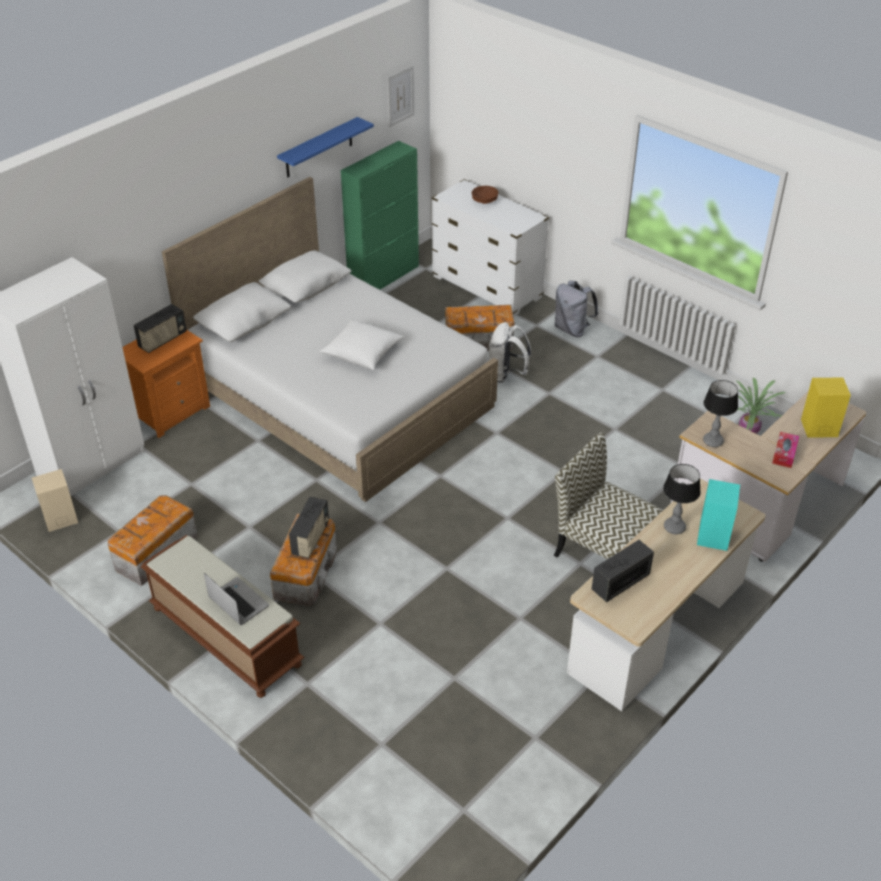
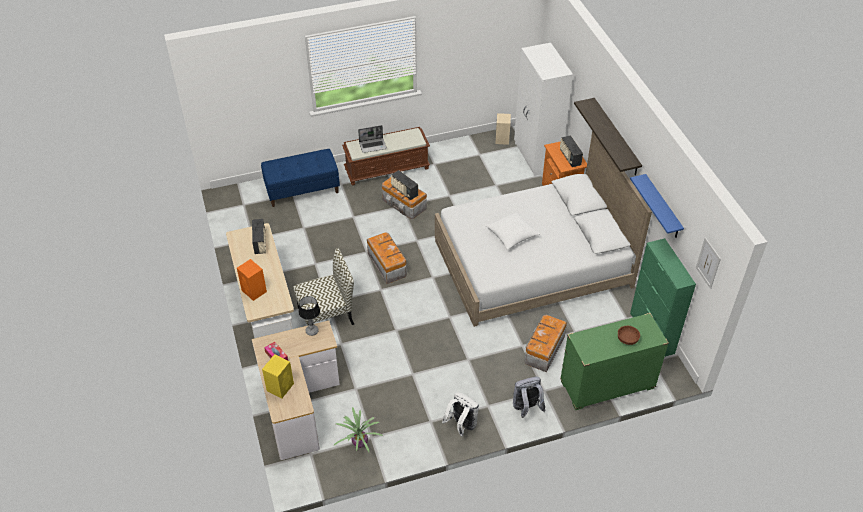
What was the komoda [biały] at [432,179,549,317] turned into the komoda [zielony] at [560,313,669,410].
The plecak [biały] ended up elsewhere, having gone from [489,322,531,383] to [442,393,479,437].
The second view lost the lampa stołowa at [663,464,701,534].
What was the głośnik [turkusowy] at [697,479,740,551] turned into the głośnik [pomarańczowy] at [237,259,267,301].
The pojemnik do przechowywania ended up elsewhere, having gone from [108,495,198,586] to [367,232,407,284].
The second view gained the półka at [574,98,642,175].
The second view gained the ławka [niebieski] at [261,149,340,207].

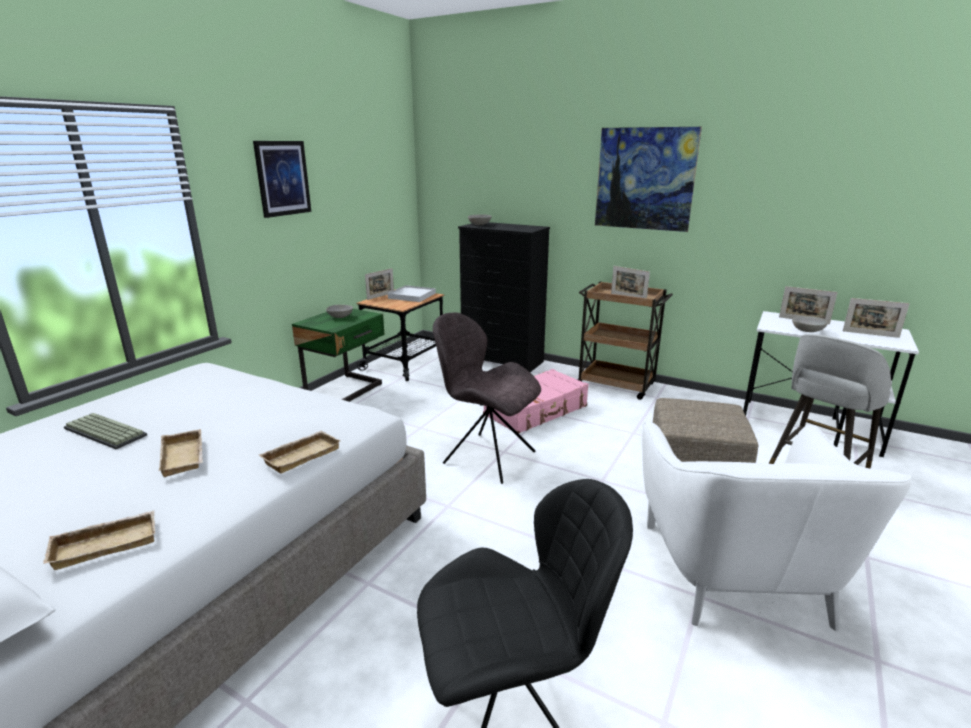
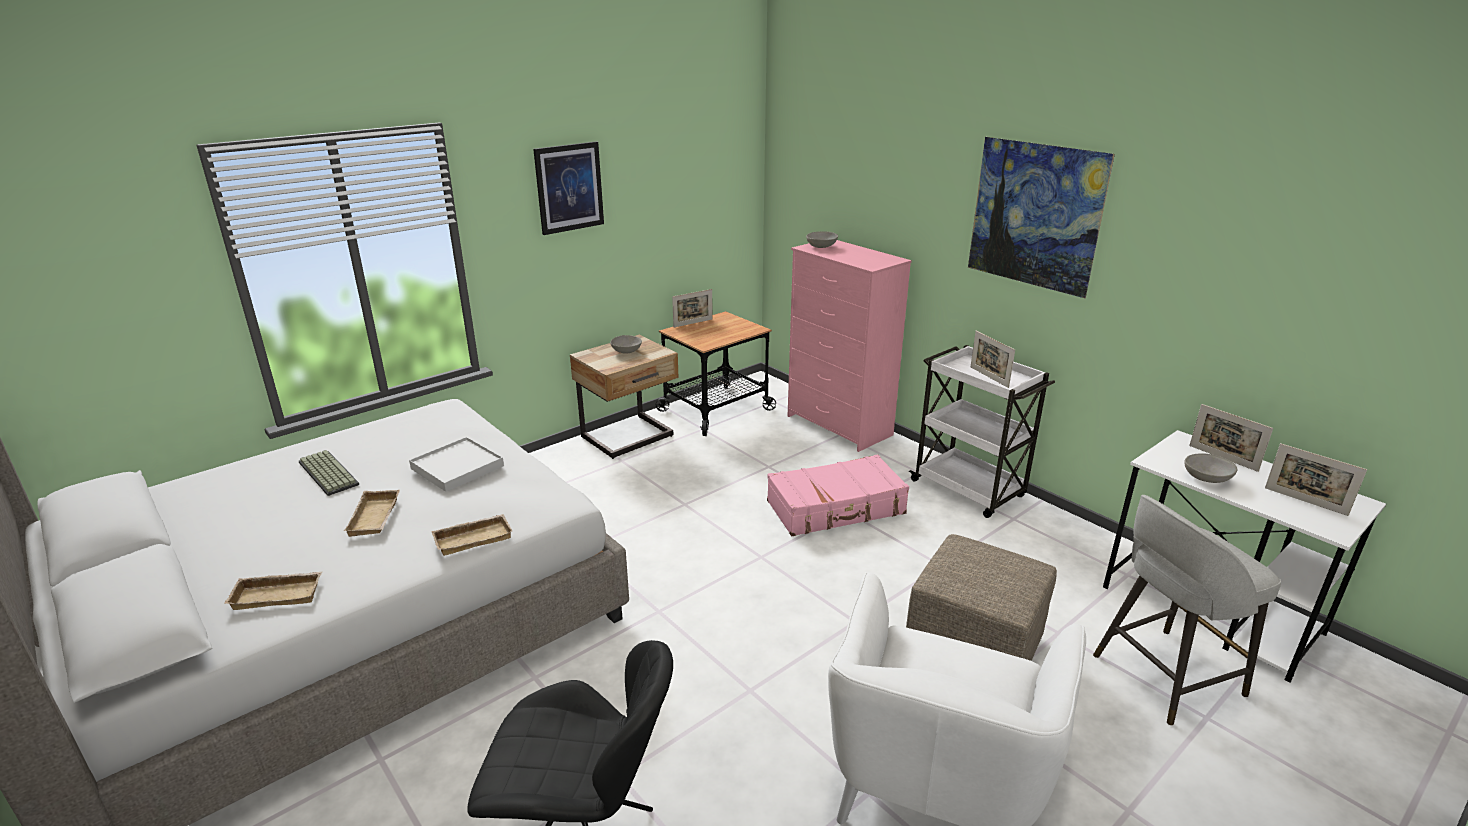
What was the komoda [czarny] at [458,222,550,372] turned into the komoda [różowy] at [788,240,912,452].
What was the wózek [brązowy] at [577,282,673,400] turned into the wózek [biały] at [909,345,1055,518].
The taca [biały] ended up elsewhere, having gone from [388,285,436,302] to [409,437,504,492].
What was the szafka nocna [zielony] at [292,309,384,402] turned into the szafka nocna [beżowy] at [570,335,678,459].
The second view lost the krzesło [szary] at [433,312,541,484].

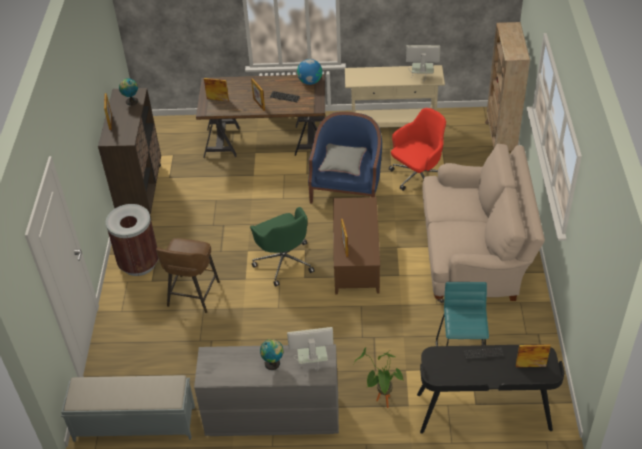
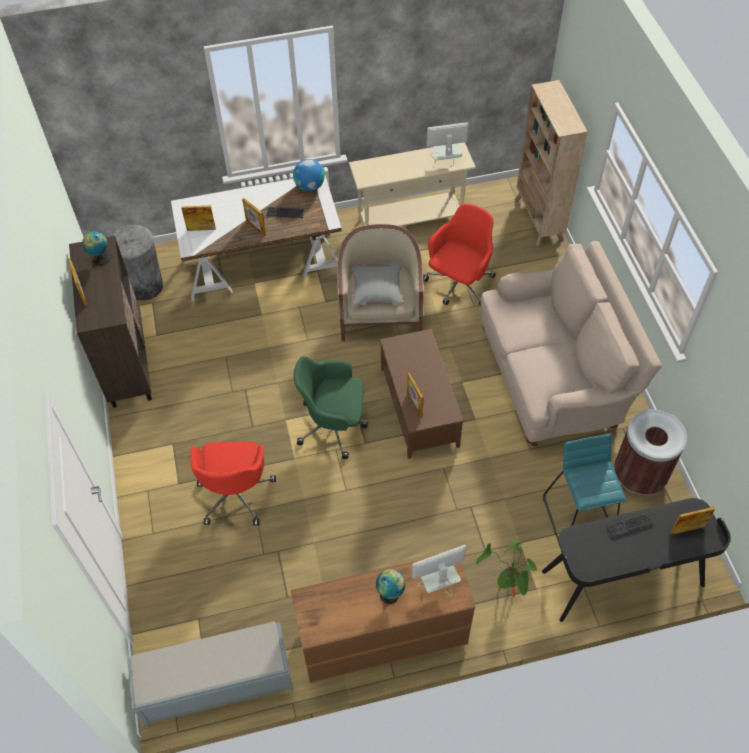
What was the biurko [brązowy] at [196,74,325,158] turned into the biurko [biały] at [171,176,342,301].
What was the fotel [niebieski] at [308,112,382,204] turned into the fotel [beżowy] at [337,224,424,341].
The kosz na śmieci [brązowy] ended up elsewhere, having gone from [106,204,158,276] to [614,409,687,495].
The krzesło biurowe [zielony] at [250,207,315,287] ended up facing another way, 135 degrees clockwise from before.
Where the stołek [brązowy] stood at [156,238,220,313], the krzesło biurowe [czerwony] came to stand at [190,441,276,526].
What was the komoda [szary] at [194,344,339,436] turned into the komoda [brązowy] at [291,558,475,683].
The second view gained the kosz na śmieci [szary] at [111,225,163,301].

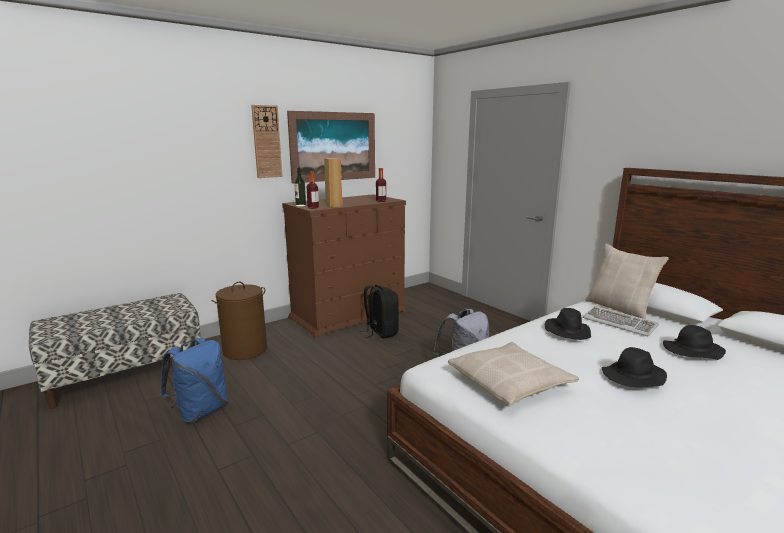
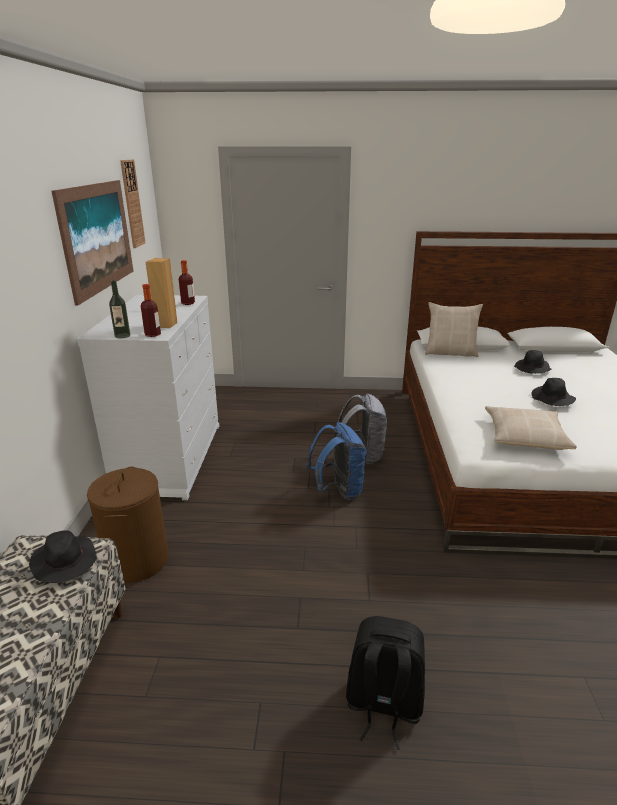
The zegar ścienny ended up elsewhere, having gone from [251,105,283,178] to [120,160,145,248].
What was the komoda [brązowy] at [282,194,406,338] turned into the komoda [biały] at [77,295,219,500].
The plecak [czarny] ended up elsewhere, having gone from [359,285,399,339] to [346,616,425,750].
The second view lost the klawiatura at [583,306,659,336].
The kapelusz [czarny] ended up elsewhere, having gone from [545,308,591,340] to [29,530,97,583].
The plecak [niebieski] ended up elsewhere, having gone from [160,338,228,424] to [307,422,367,500].

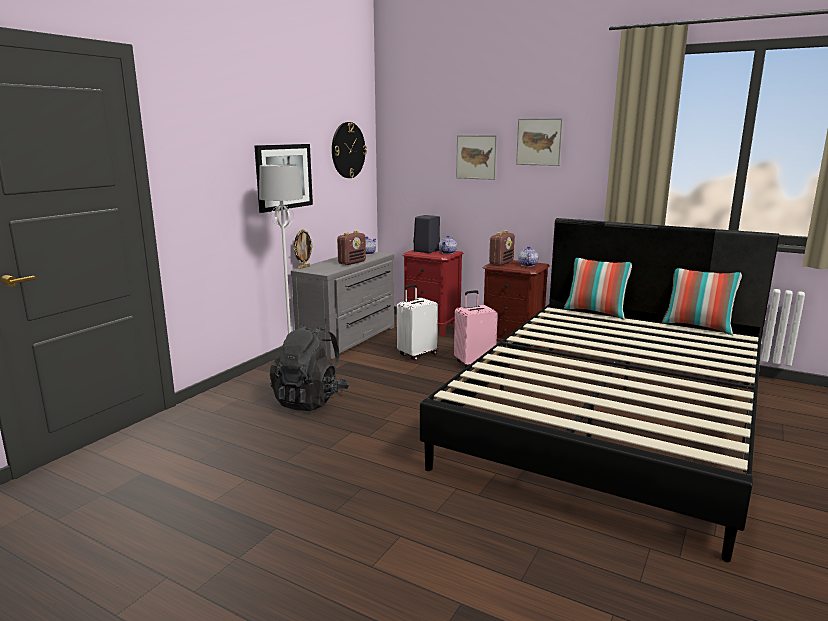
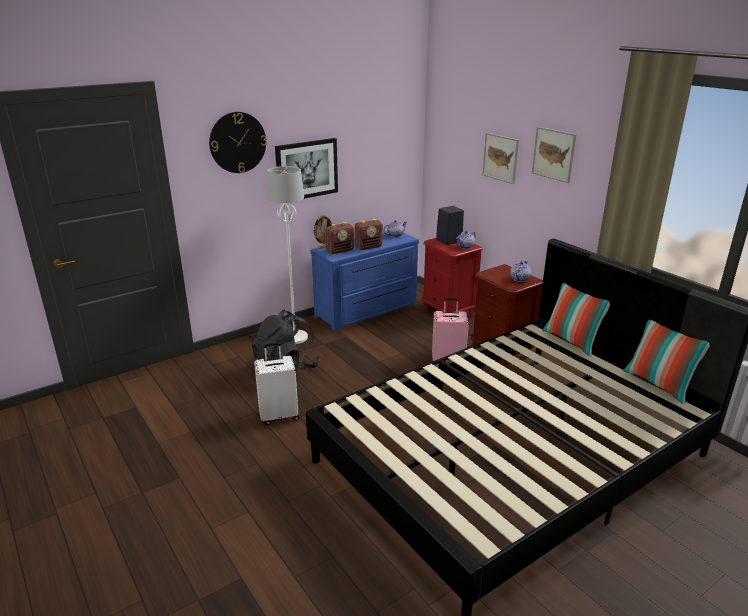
The zegar ścienny ended up elsewhere, having gone from [332,122,367,178] to [209,112,267,173].
The radio ended up elsewhere, having gone from [489,231,515,266] to [325,222,354,254].
What was the komoda [szary] at [291,252,394,359] turned into the komoda [niebieski] at [311,231,419,331].
The walizka [biały] ended up elsewhere, having gone from [397,284,438,360] to [254,342,299,425].

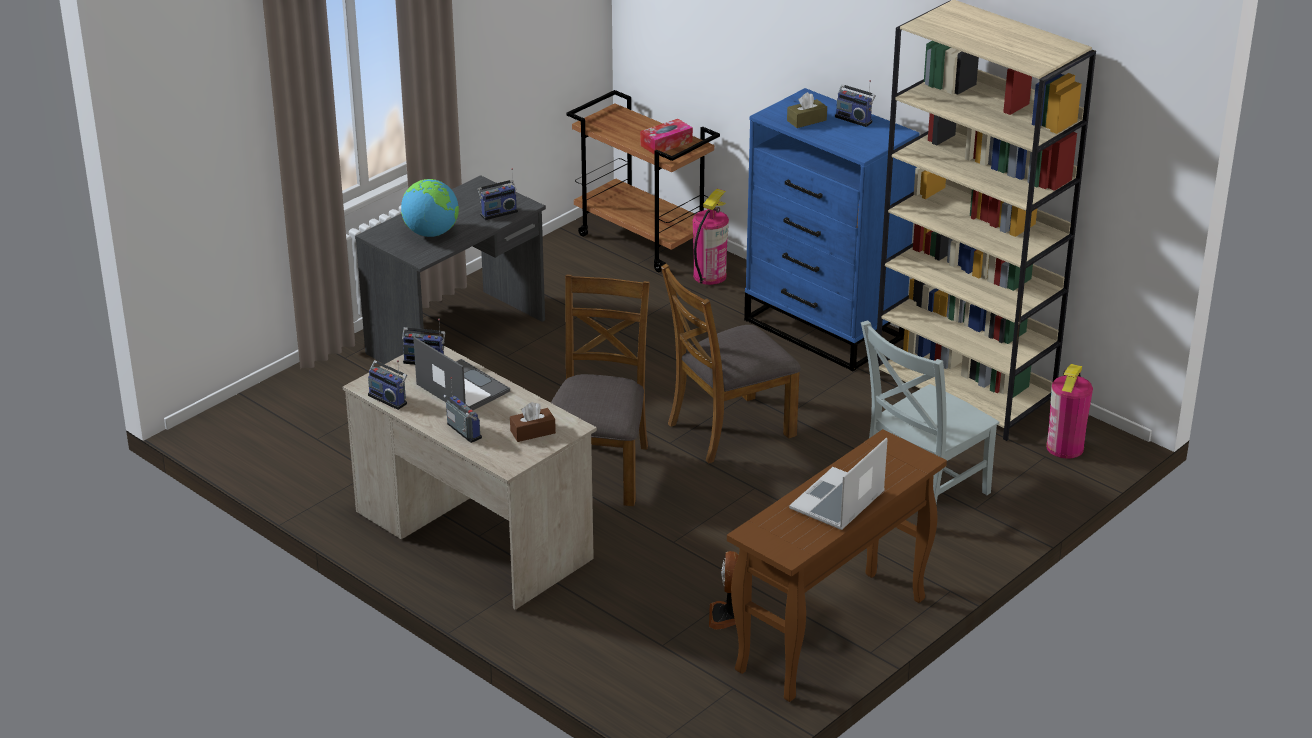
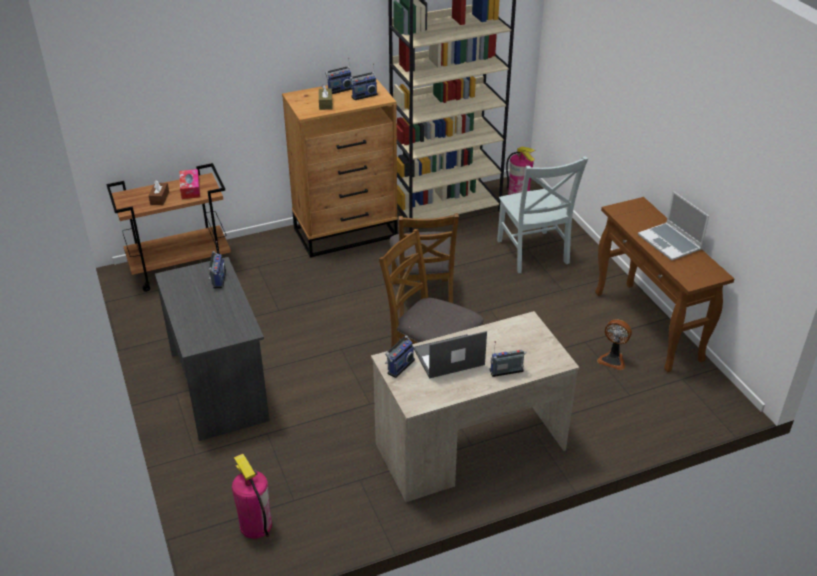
What was the komoda [niebieski] at [744,88,919,372] turned into the komoda [brązowy] at [282,79,398,258].
The second view lost the globus at [401,179,459,237].
The gaśnica ended up elsewhere, having gone from [693,189,729,285] to [232,454,272,539].
The radio ended up elsewhere, having gone from [368,360,407,410] to [350,63,378,100].
The pudełko chusteczek [brązowy] ended up elsewhere, having gone from [510,402,556,442] to [149,180,169,205].

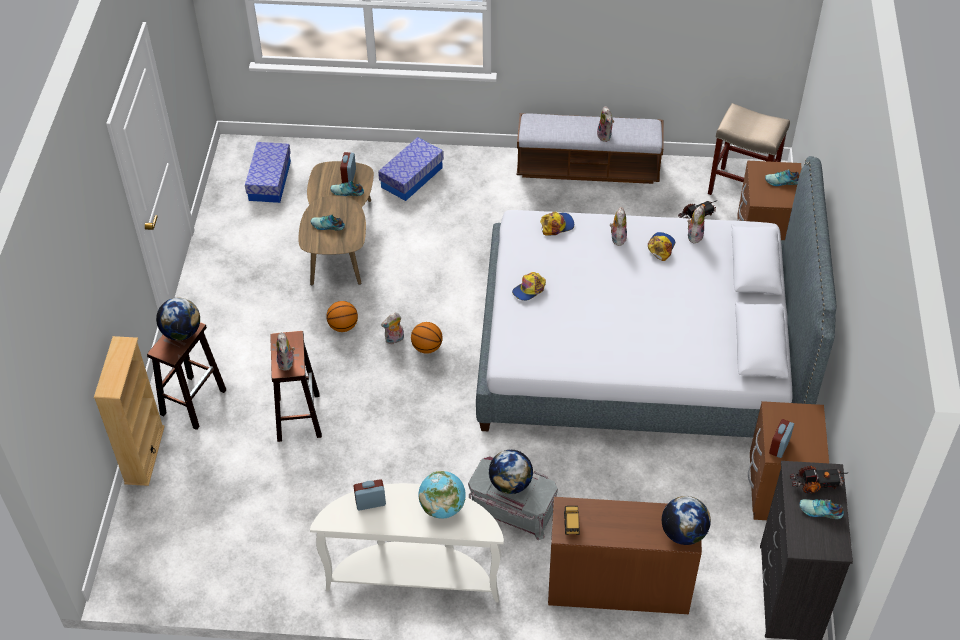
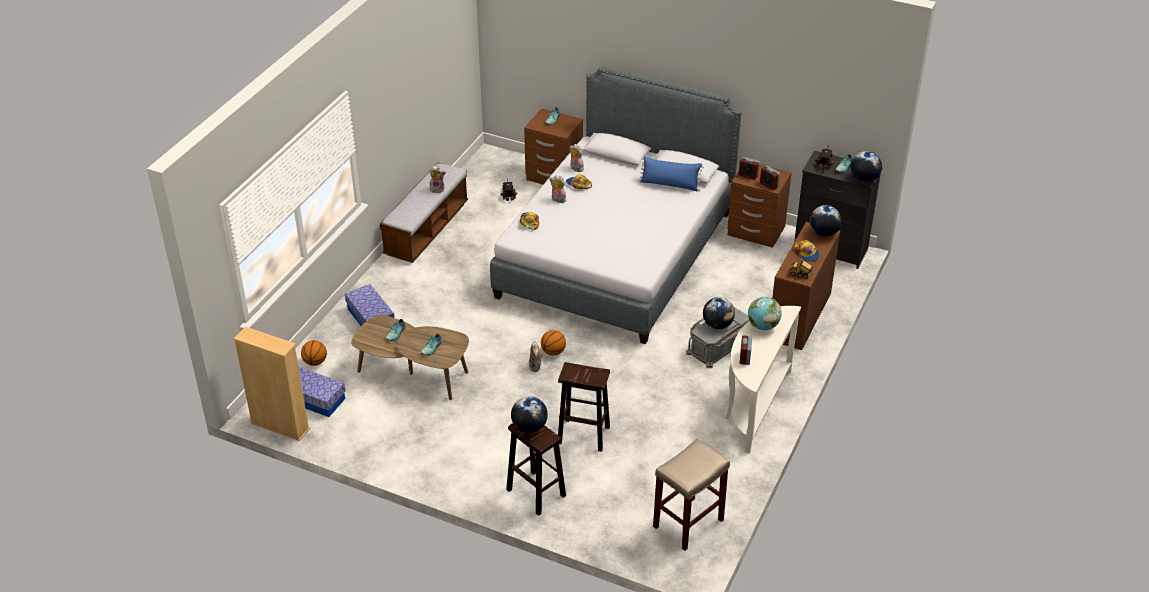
The stołek [beżowy] ended up elsewhere, having gone from [708,103,790,195] to [653,439,730,551].
The budzik ended up elsewhere, having gone from [340,152,356,183] to [739,157,760,180].
The czapka z daszkiem ended up elsewhere, having gone from [512,272,546,301] to [794,240,820,262].
The piłka do koszykówki ended up elsewhere, having gone from [326,301,358,332] to [301,340,327,366].
The second view lost the pluszak at [276,332,295,371].
The regał [beżowy] ended up elsewhere, having gone from [94,336,165,486] to [233,327,310,441].
The second view gained the globus at [851,151,882,182].
The second view gained the poduszka [niebieski] at [638,156,704,191].

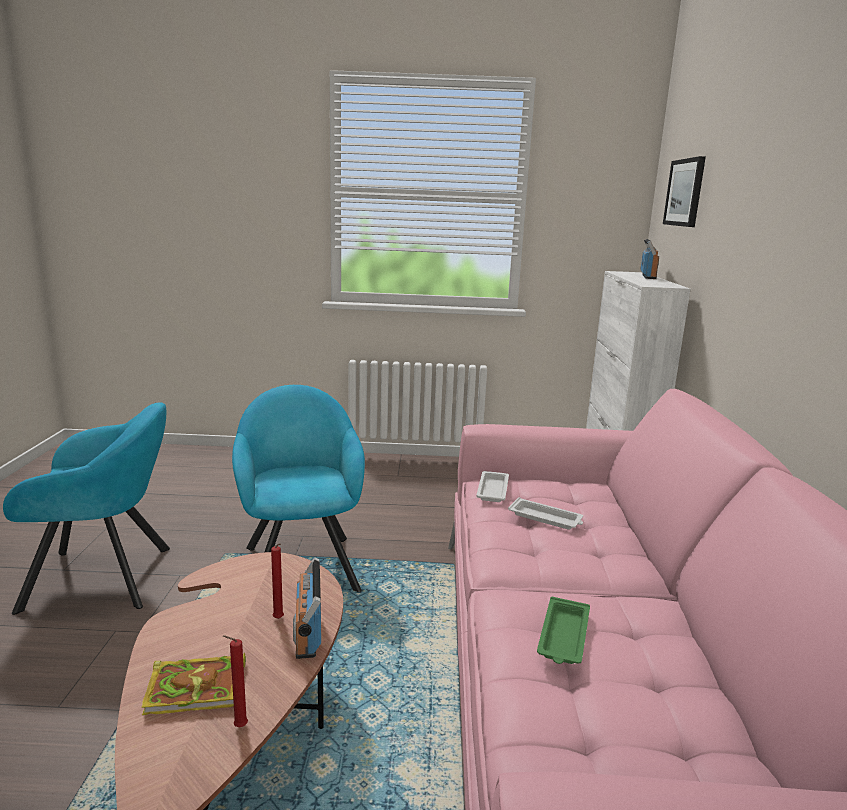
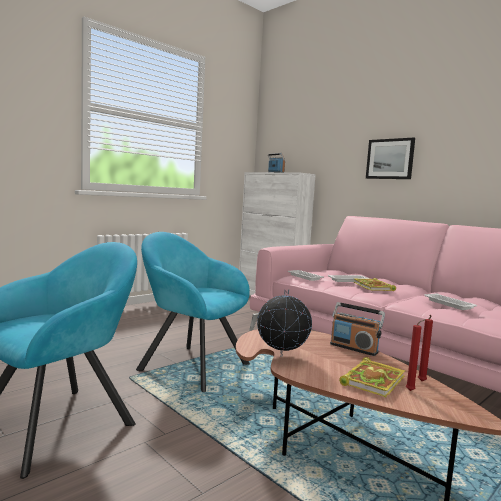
The obraz ended up elsewhere, having gone from [663,156,706,227] to [366,138,415,179].
The świeca [czerwony] ended up elsewhere, having gone from [271,543,284,619] to [406,319,426,391].
What was the taca [zielony] at [537,597,590,664] turned into the taca [biały] at [425,293,477,310].
The second view gained the książka at [353,278,396,291].
The second view gained the globus at [257,290,312,357].

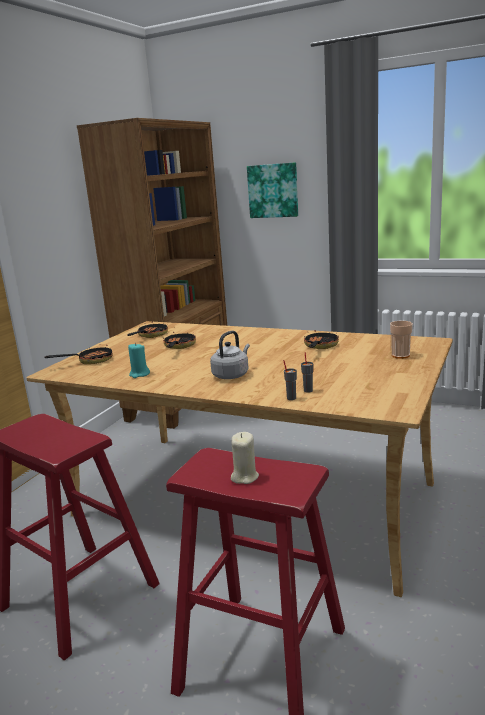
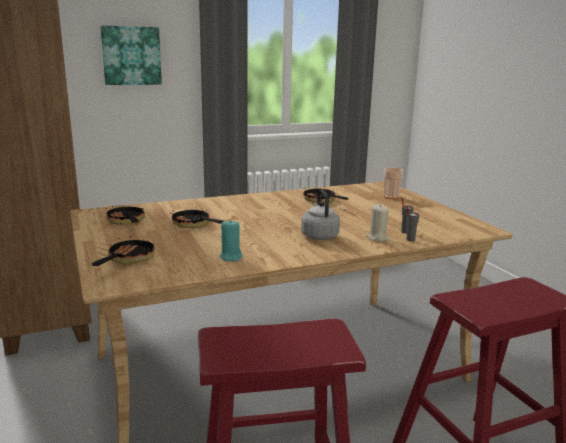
The świeca [beżowy] ended up elsewhere, having gone from [231,432,259,484] to [366,204,389,242].

